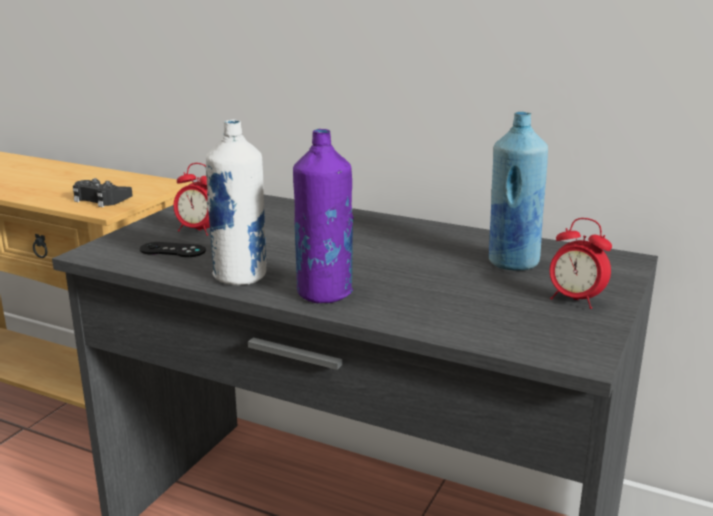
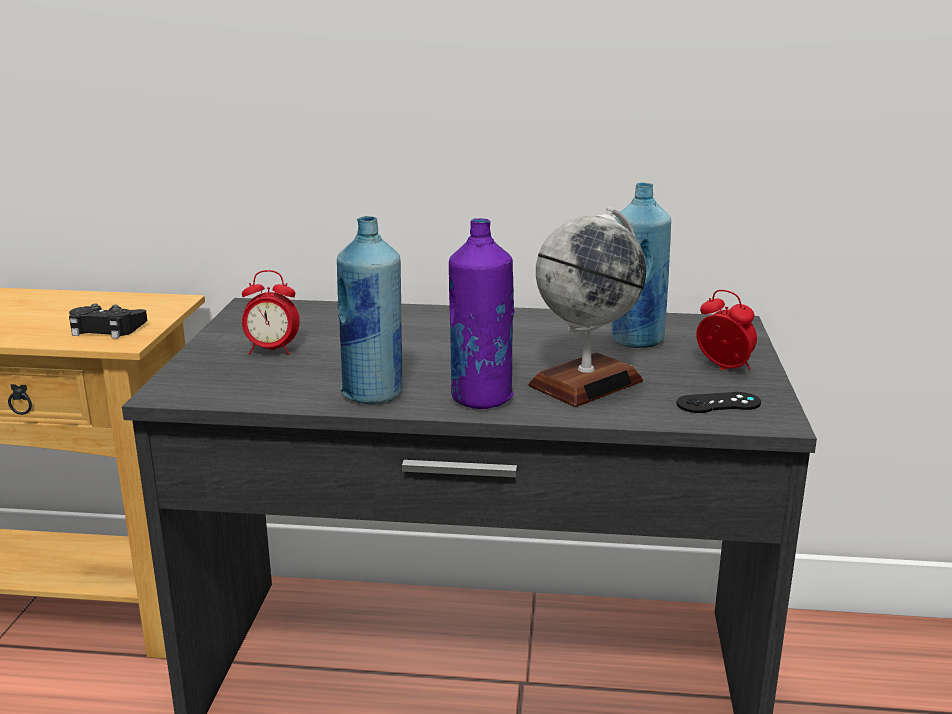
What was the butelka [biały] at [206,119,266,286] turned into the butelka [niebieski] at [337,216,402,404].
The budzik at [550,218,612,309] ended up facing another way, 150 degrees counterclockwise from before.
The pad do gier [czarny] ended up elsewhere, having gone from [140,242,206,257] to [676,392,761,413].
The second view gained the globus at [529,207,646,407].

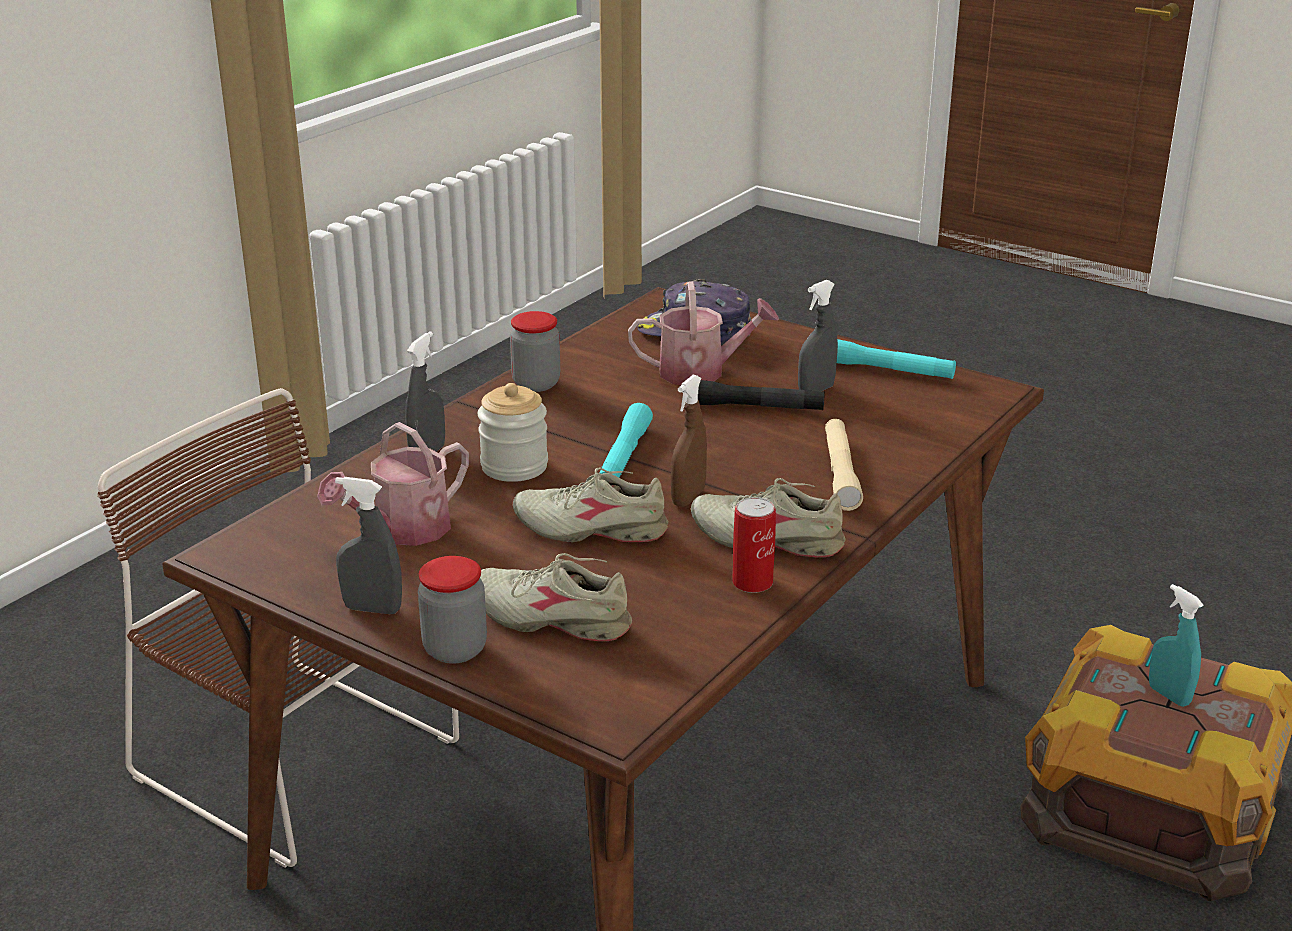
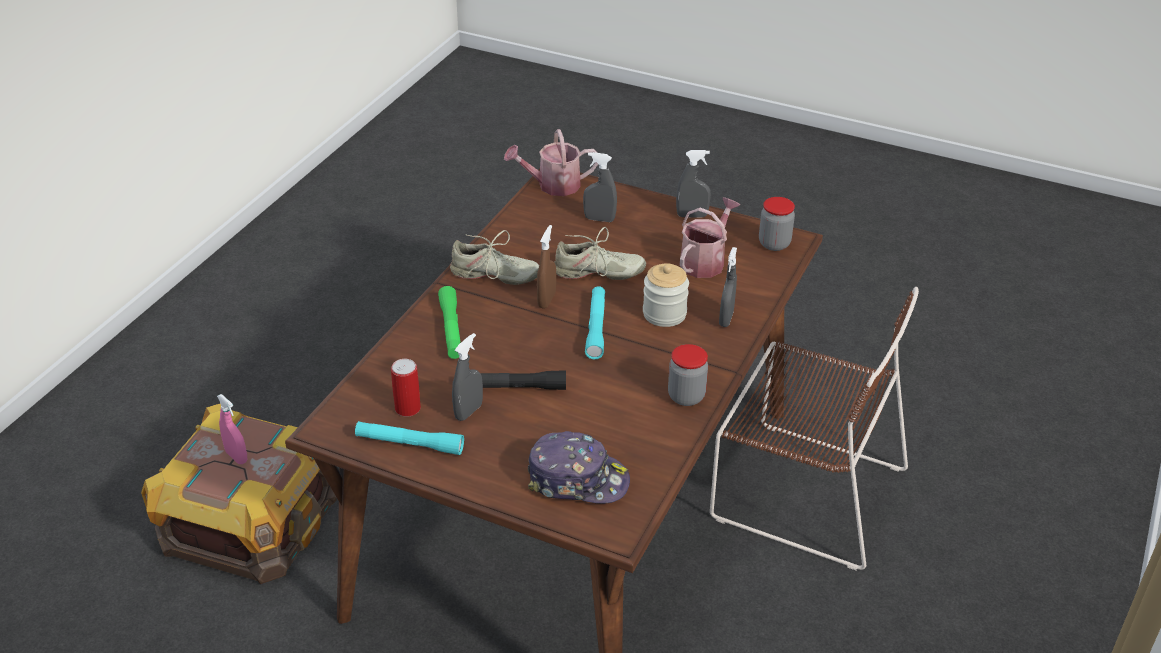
The konewka ended up elsewhere, having gone from [628,281,779,385] to [504,129,598,196].
What was the latarka [beżowy] at [825,419,863,511] turned into the latarka [zielony] at [438,286,461,359].
The puszka ended up elsewhere, having gone from [732,497,776,593] to [391,359,421,417].
Where the but [beżowy] stood at [480,553,632,641], the spryskiwacz [szary] came to stand at [583,152,617,222].
The słoik ended up elsewhere, having gone from [418,556,487,664] to [759,197,795,251].
What was the spryskiwacz [turkusowy] at [1149,584,1204,707] turned into the spryskiwacz [różowy] at [217,394,247,464].

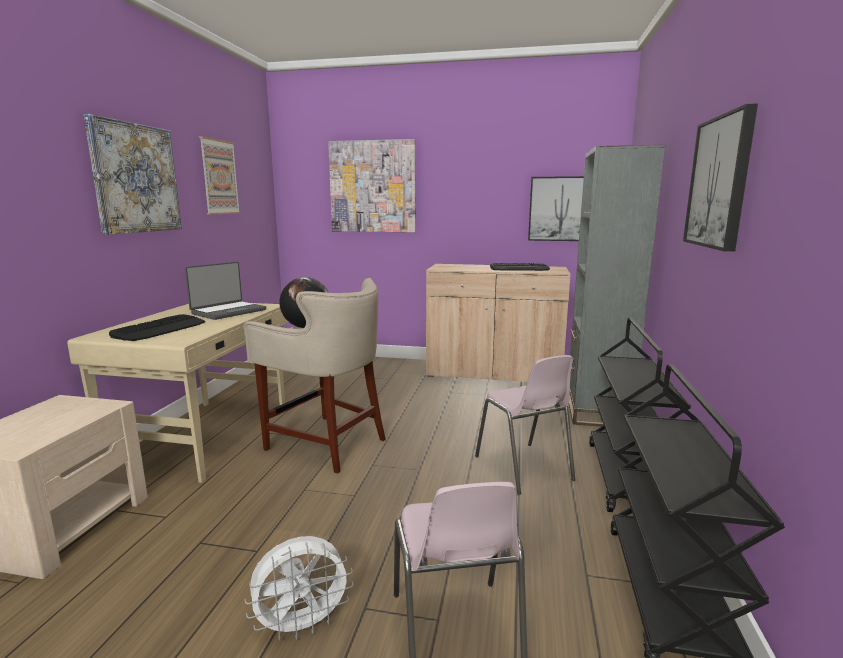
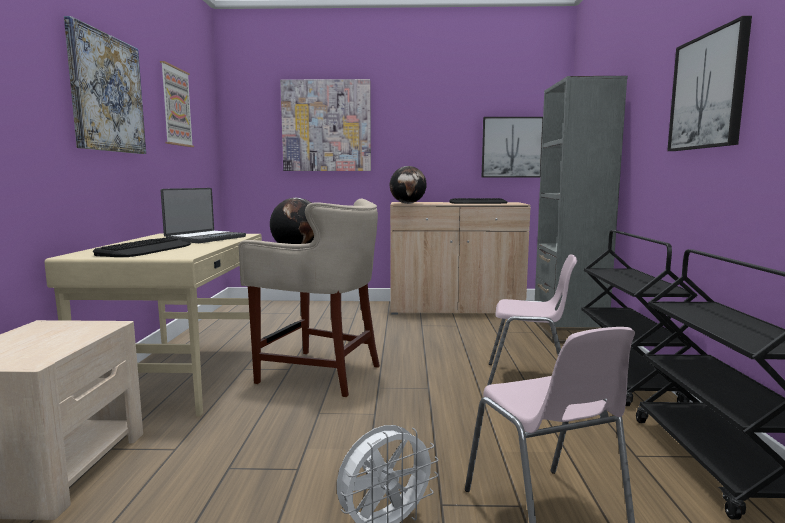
The krzesło [różowy] at [475,355,575,495] ended up facing another way, 45 degrees counterclockwise from before.
The second view gained the globus at [390,166,427,204].

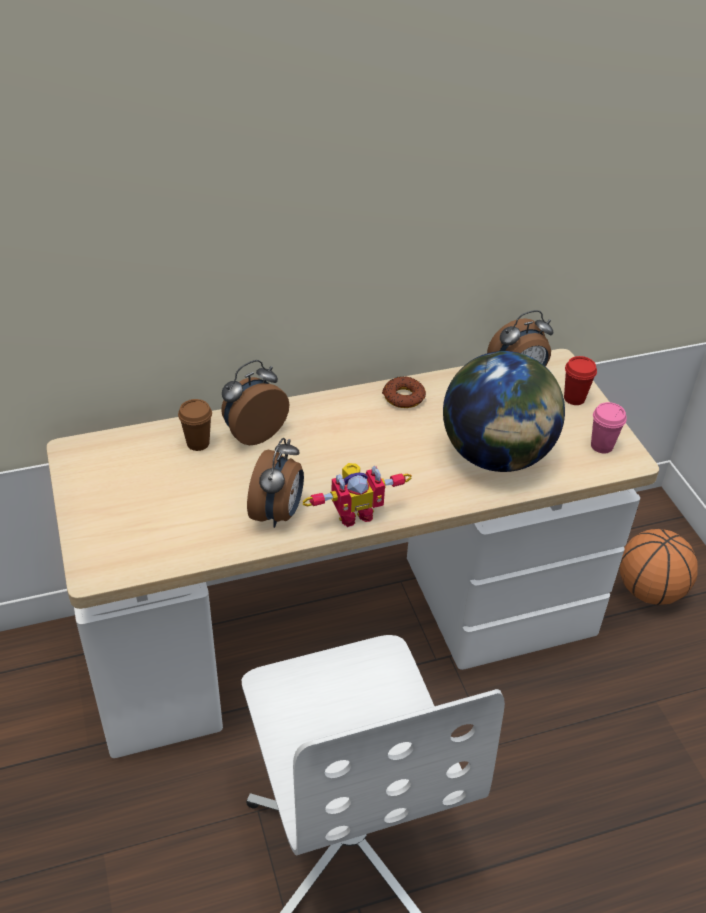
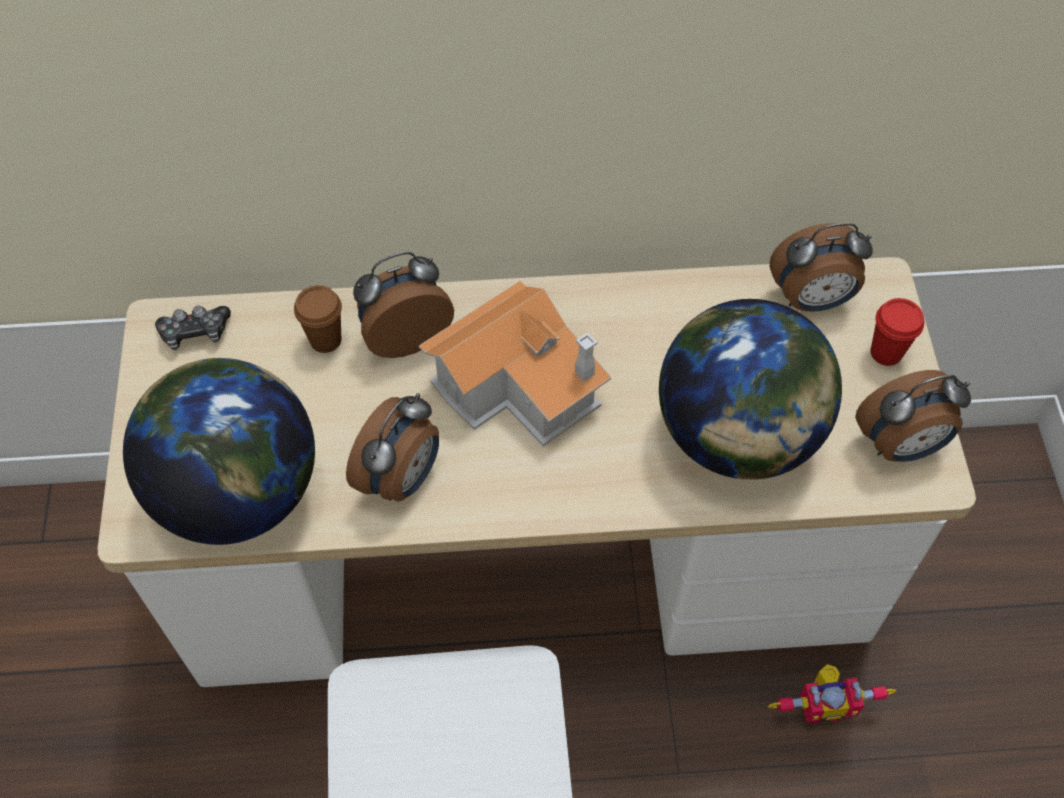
The second view lost the donut at [382,376,426,408].
Where the filiżanka [różowy] stood at [591,402,627,453], the budzik came to stand at [855,370,971,462].
The robot zabawkowy ended up elsewhere, having gone from [302,463,412,527] to [768,664,896,725].
The second view lost the piłka do koszykówki at [619,529,698,605].
The second view gained the domek at [419,280,612,447].
The second view gained the pad do gier at [155,306,231,350].
The second view gained the globus at [123,358,315,545].

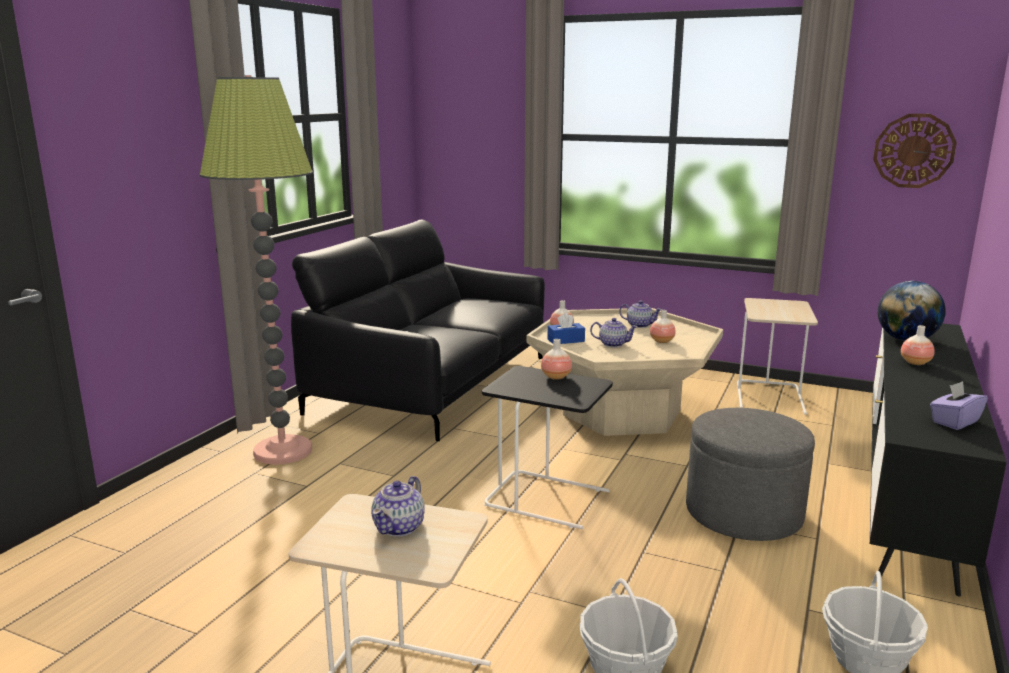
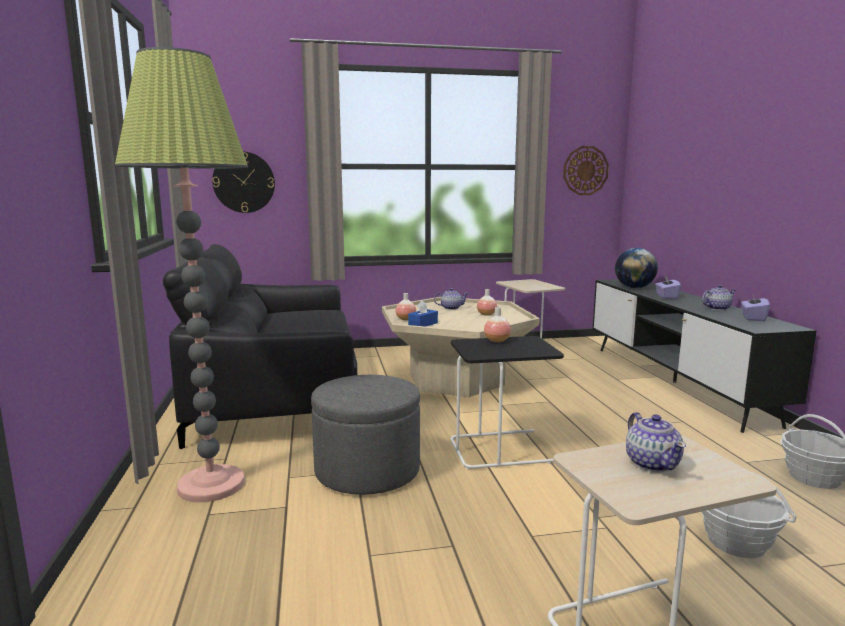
The imbryk ended up elsewhere, having gone from [590,318,638,347] to [702,285,736,310].
Where the wazon stood at [901,325,935,365], the pudełko chusteczek [fioletowy] came to stand at [655,275,681,299].
The pufa [szary] ended up elsewhere, having gone from [686,408,815,541] to [311,375,420,495].
The second view gained the zegar ścienny at [212,151,275,213].

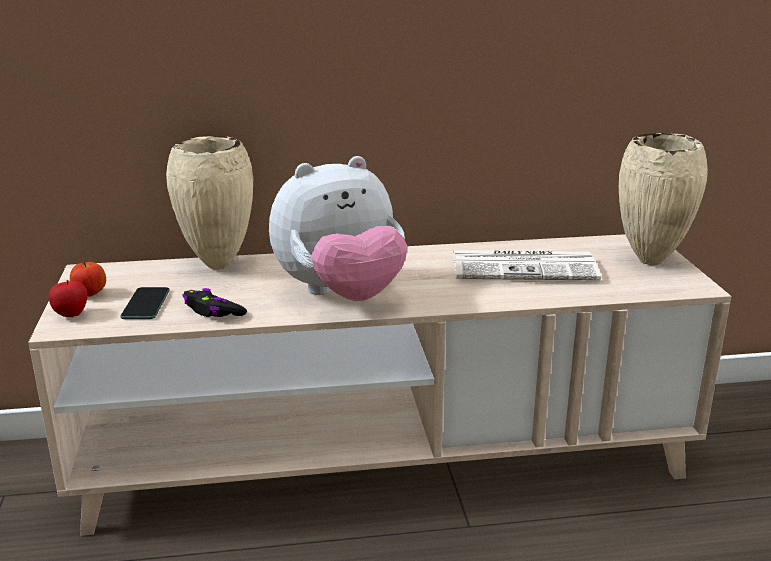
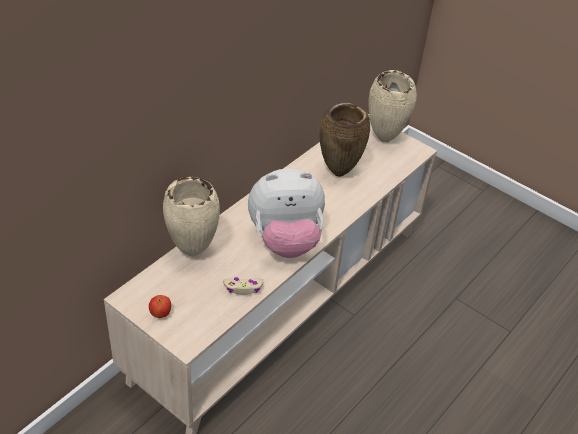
The pluszak at [269,156,407,301] ended up facing another way, 60 degrees clockwise from before.
Where the gazeta stood at [453,250,601,281], the wazon [brązowy] came to stand at [319,103,370,177].
The second view lost the jabłko at [48,280,88,317].
The second view lost the telefon at [120,287,170,319].
What was the pad do gier [czarny] at [182,288,247,317] turned into the pad do gier [beżowy] at [223,277,263,295].

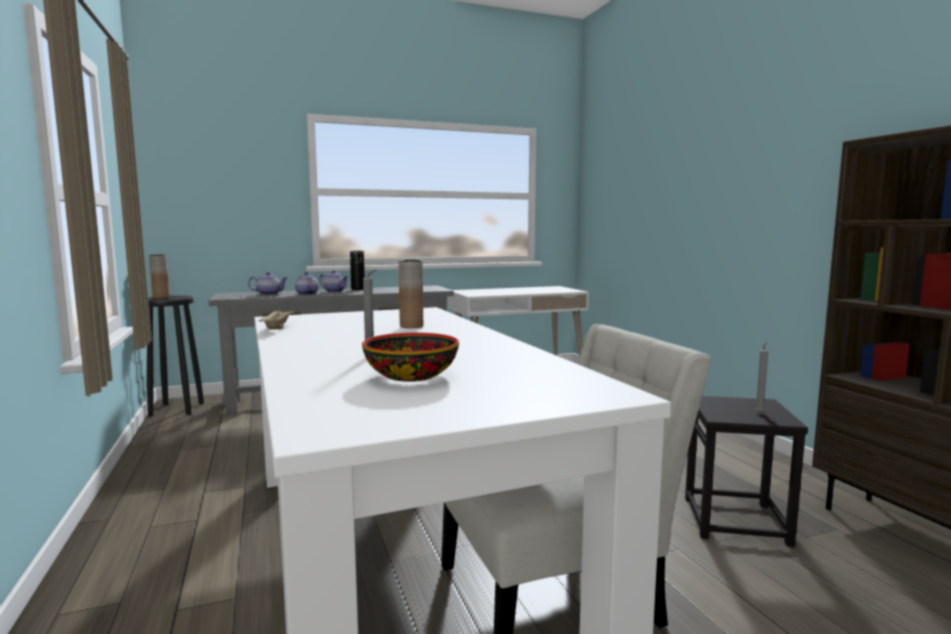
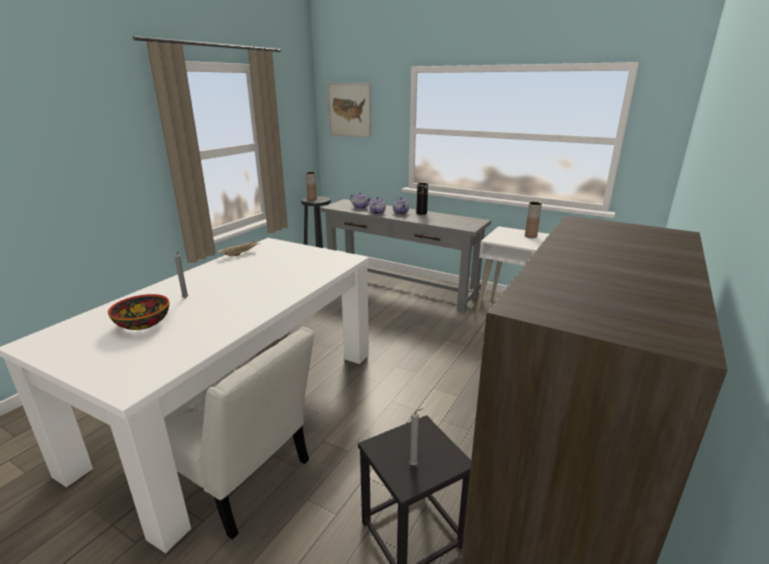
The wazon [brązowy] ended up elsewhere, having gone from [398,260,423,328] to [525,202,542,238].
The second view gained the obraz at [327,83,371,138].

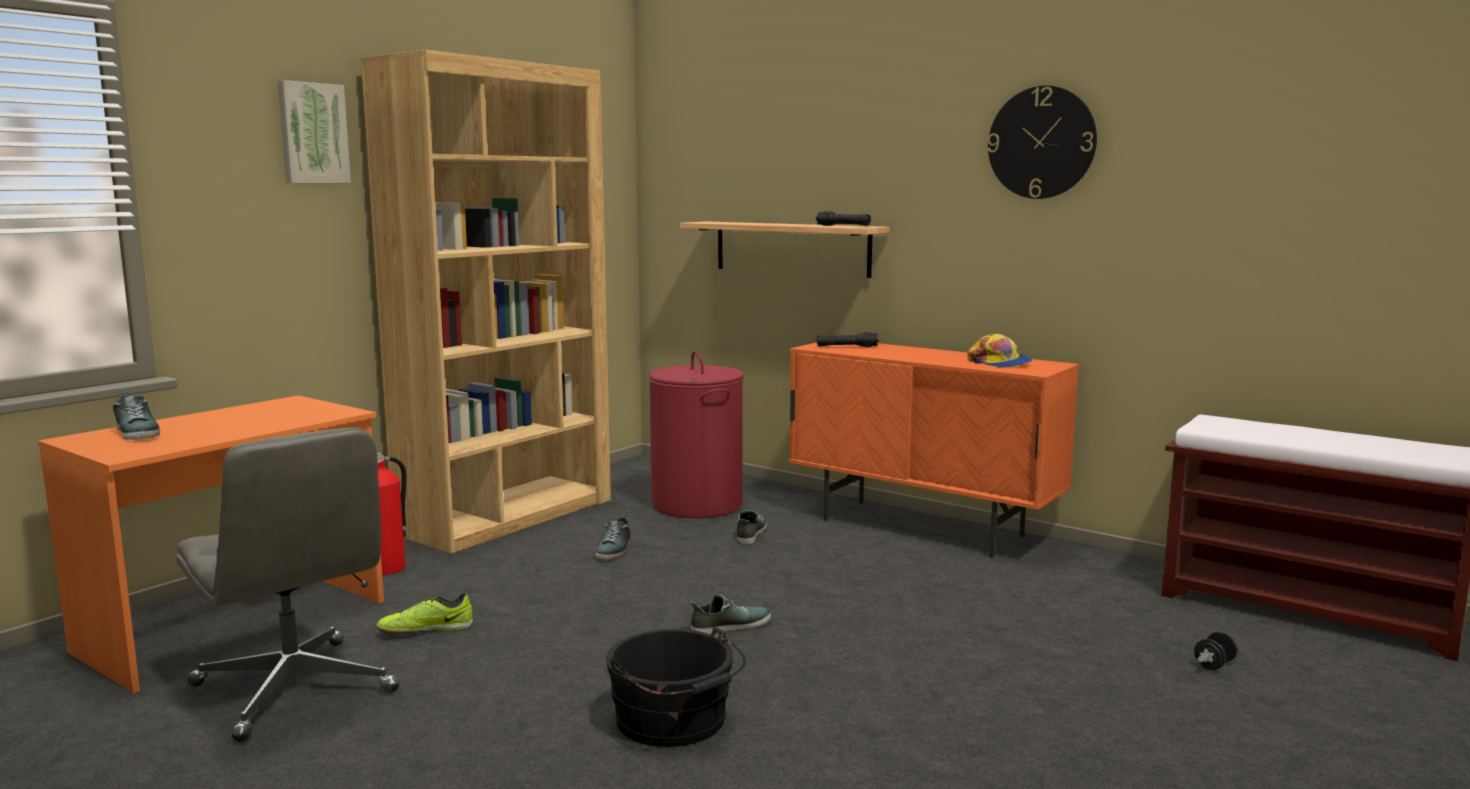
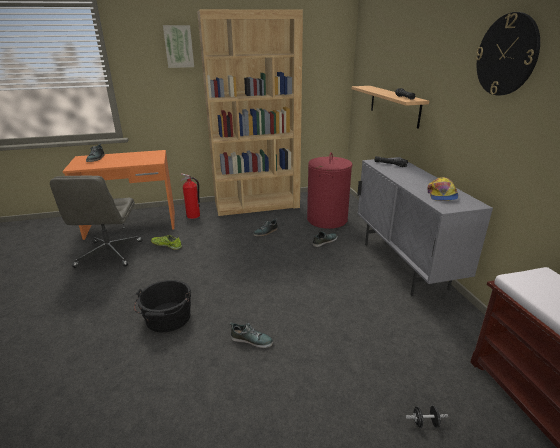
What was the szafka [pomarańczowy] at [789,342,1079,558] turned into the szafka [szary] at [357,157,493,297].
The but ended up elsewhere, having gone from [690,594,771,634] to [230,322,273,348].

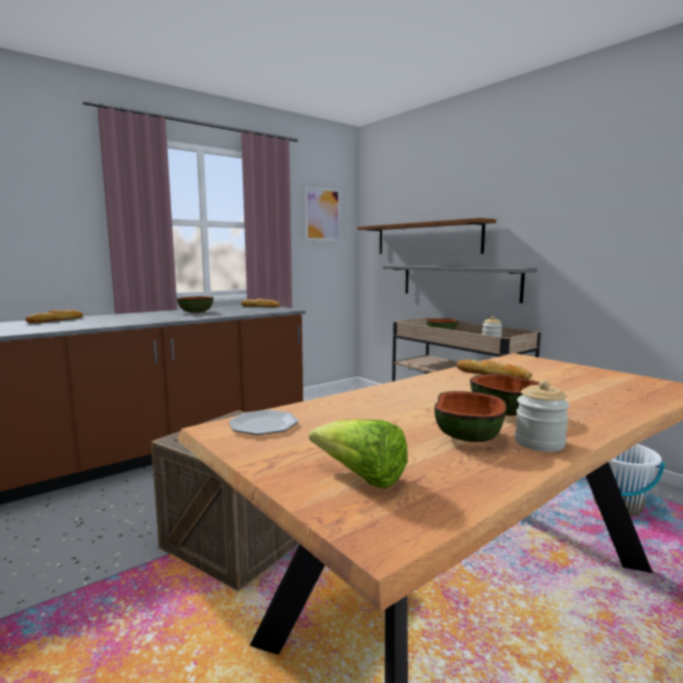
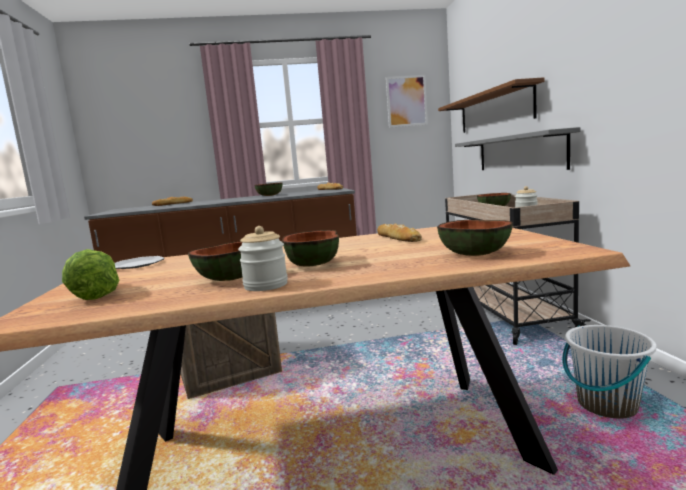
The second view gained the miska at [437,220,513,256].

